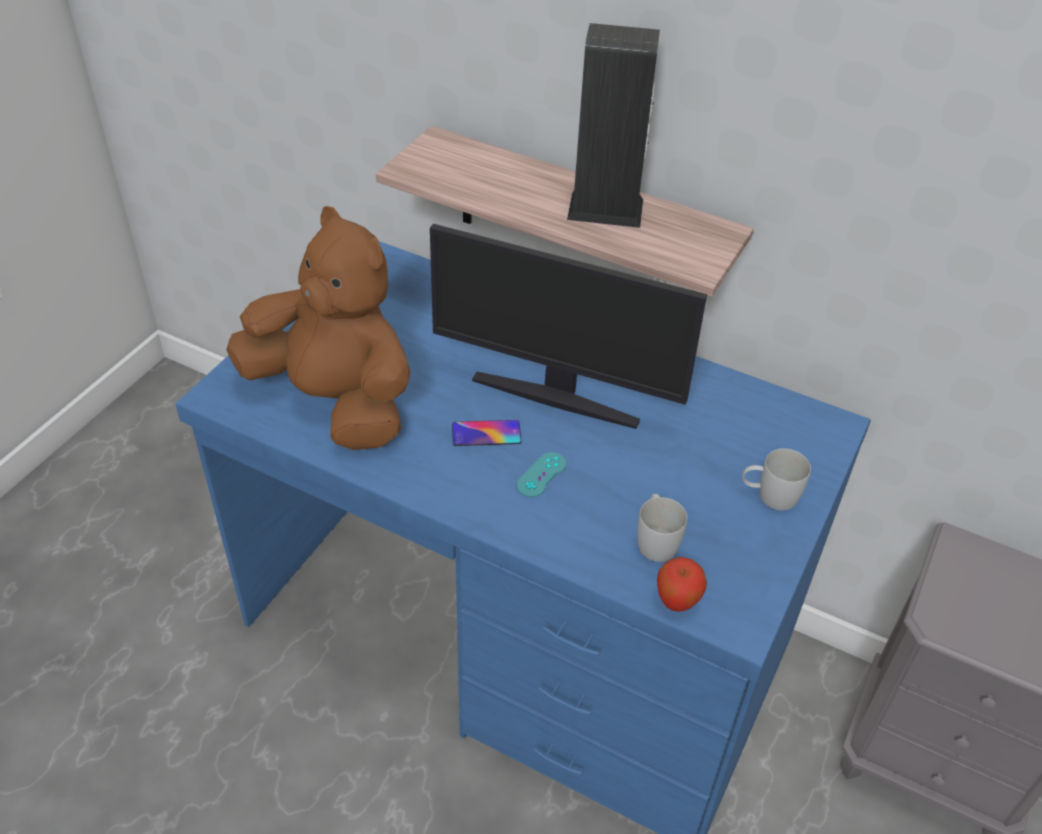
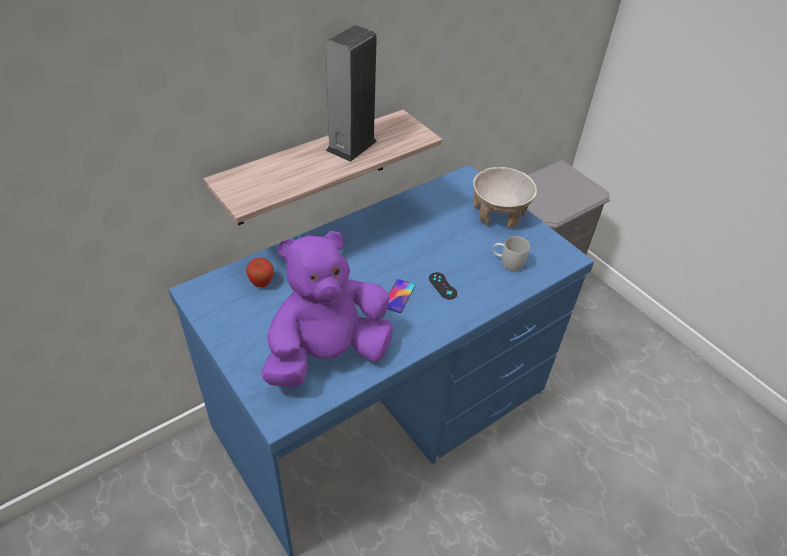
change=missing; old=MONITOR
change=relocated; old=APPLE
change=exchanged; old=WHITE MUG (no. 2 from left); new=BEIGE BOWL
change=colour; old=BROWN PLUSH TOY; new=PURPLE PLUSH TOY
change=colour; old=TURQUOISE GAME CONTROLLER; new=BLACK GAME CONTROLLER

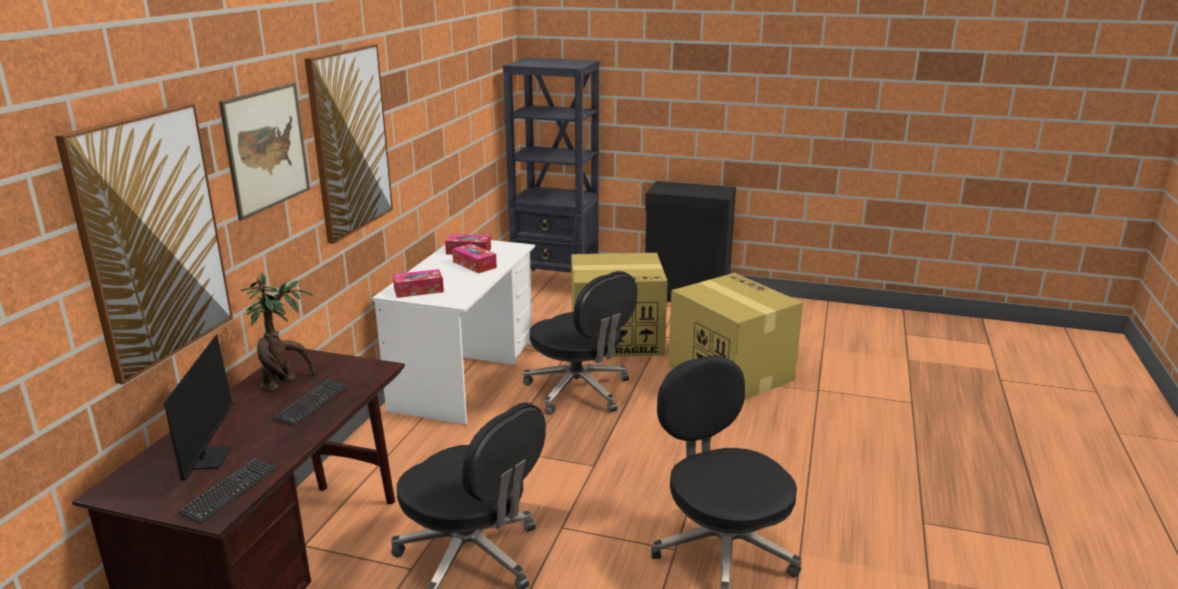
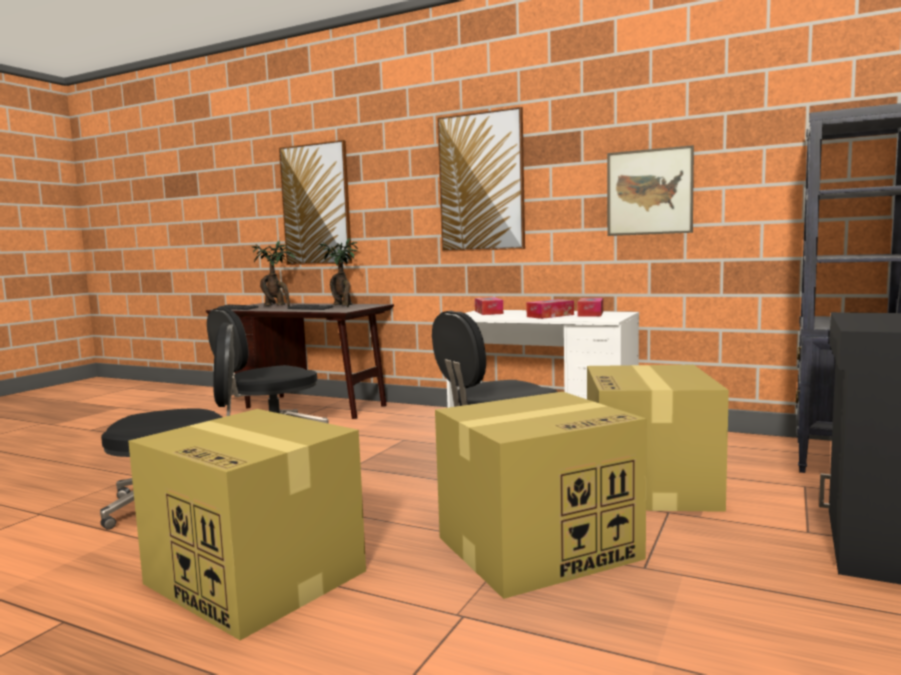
change=appeared; new=CARDBOARD BOX (no. 1 from left)
change=relocated; old=PICTURE (no. 2 from left in the first image); new=PICTURE (no. 3 from left)
change=exchanged; old=MONITOR; new=POTTED PLANT (no. 1 from left)

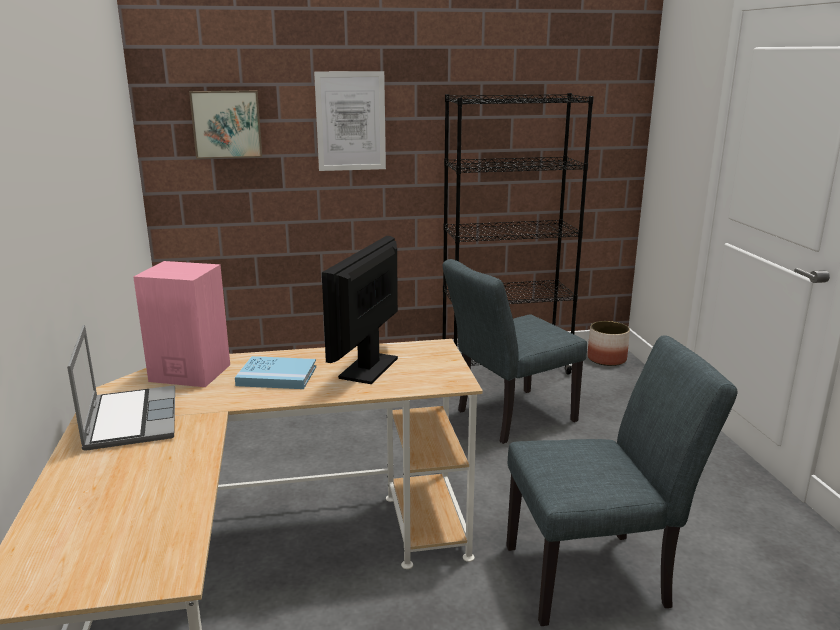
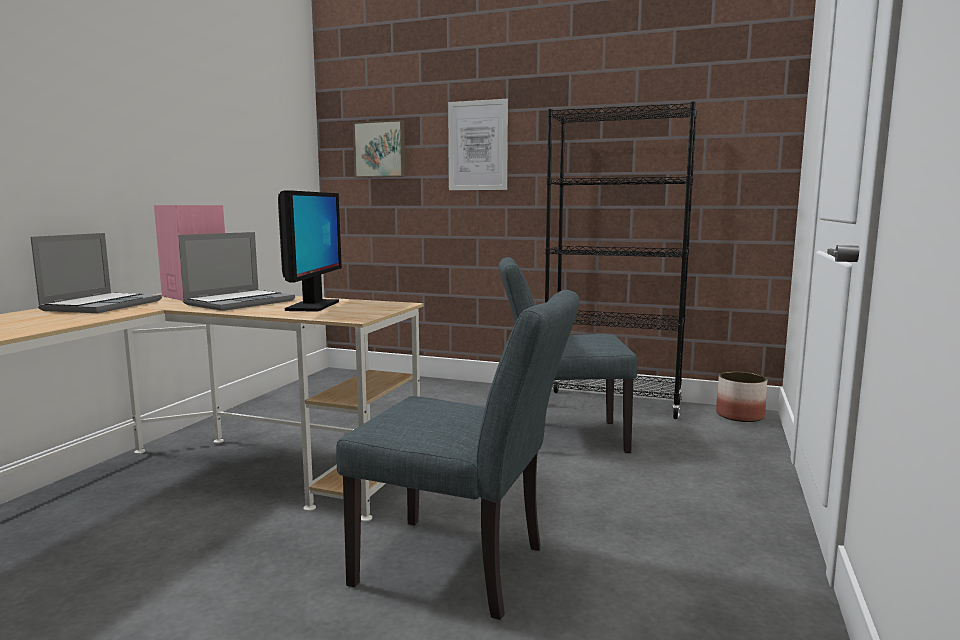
change=exchanged; old=BLUE BOOK; new=LAPTOP (no. 2 from left)
change=spun; old=MONITOR; degrees=135

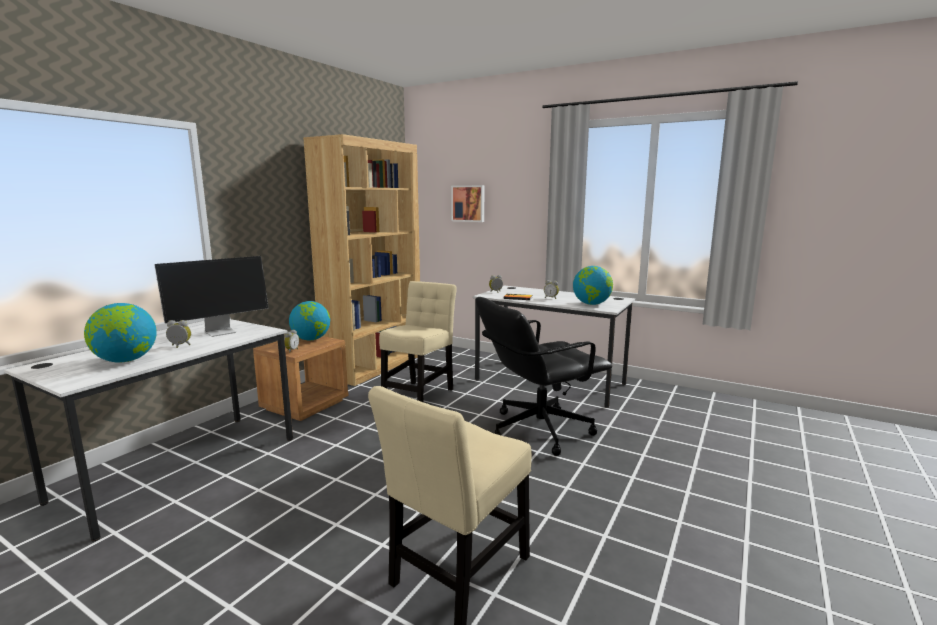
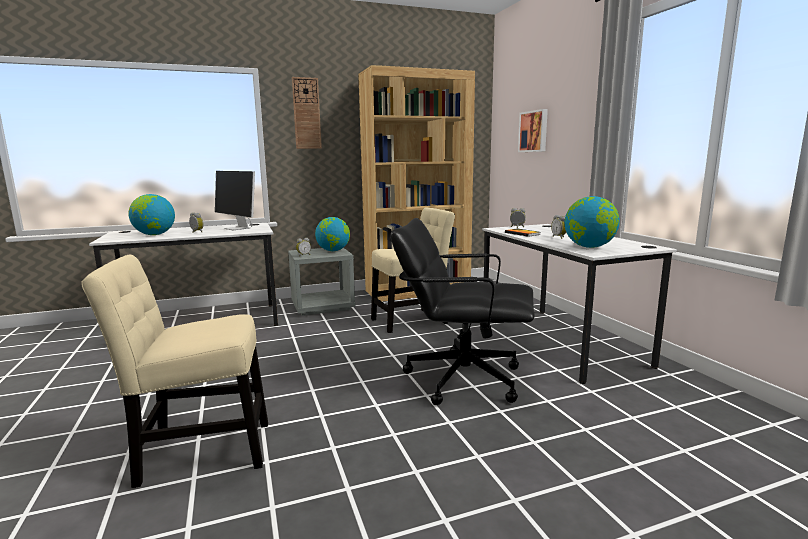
change=appeared; new=WALL CLOCK
change=colour; old=BROWN NIGHTSTAND; new=GREY NIGHTSTAND
change=spun; old=MONITOR; degrees=45

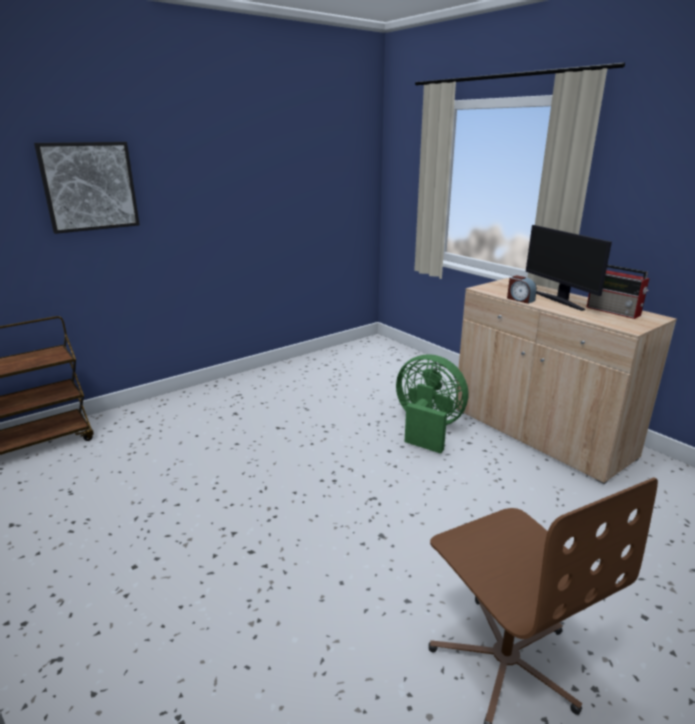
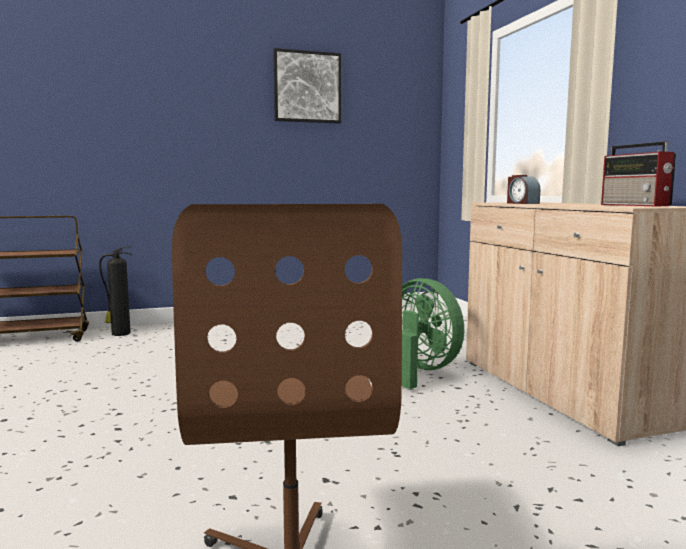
change=missing; old=MONITOR
change=appeared; new=FIRE EXTINGUISHER
change=relocated; old=PICTURE

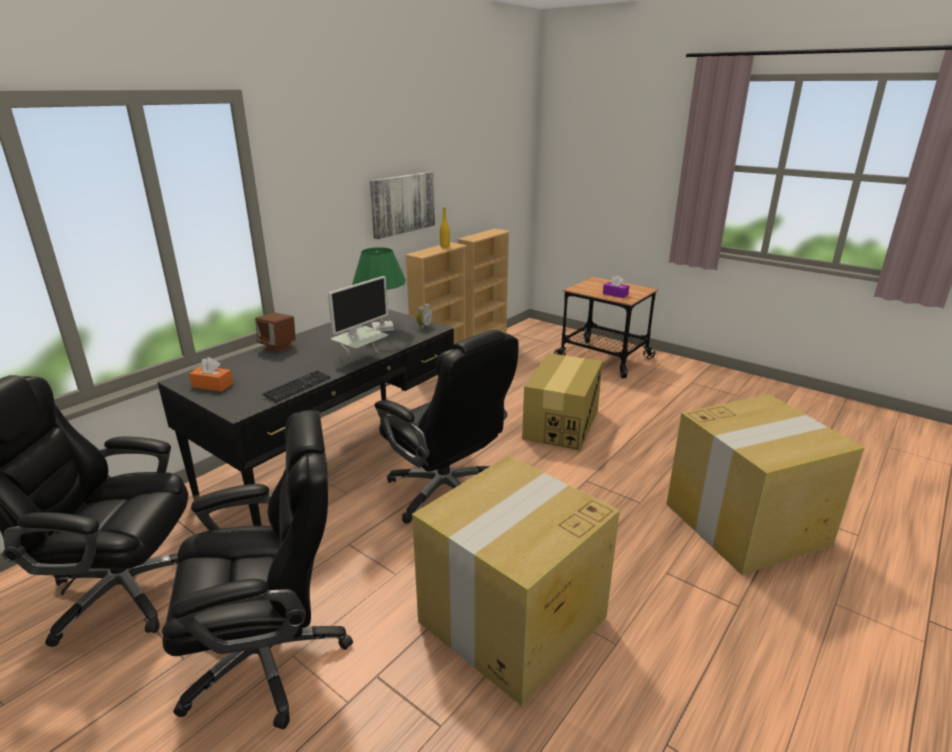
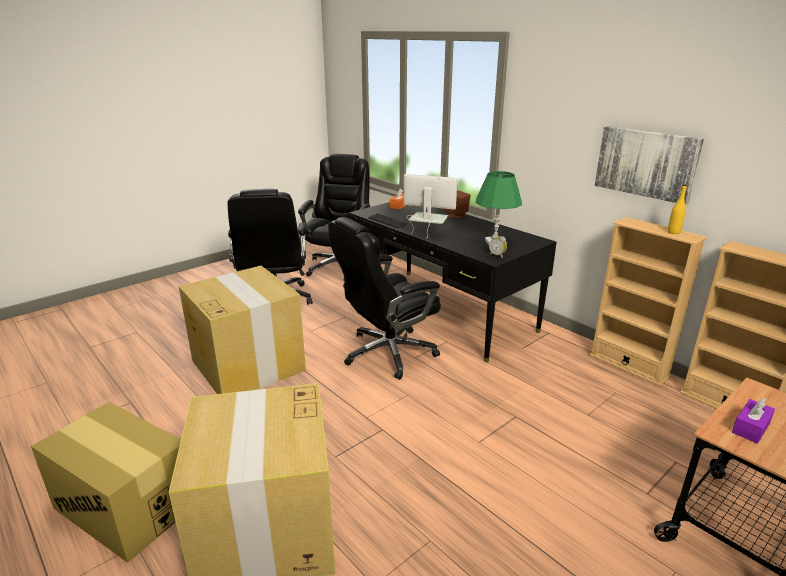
change=relocated; old=CARDBOARD BOX (no. 2 from left in the first image); new=CARDBOARD BOX (no. 1 from left)
change=spun; old=MONITOR; degrees=150

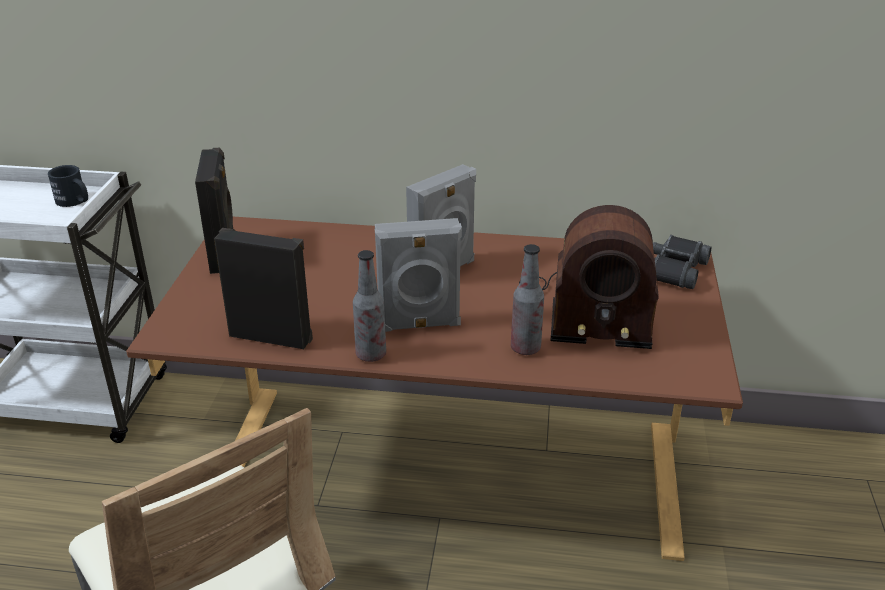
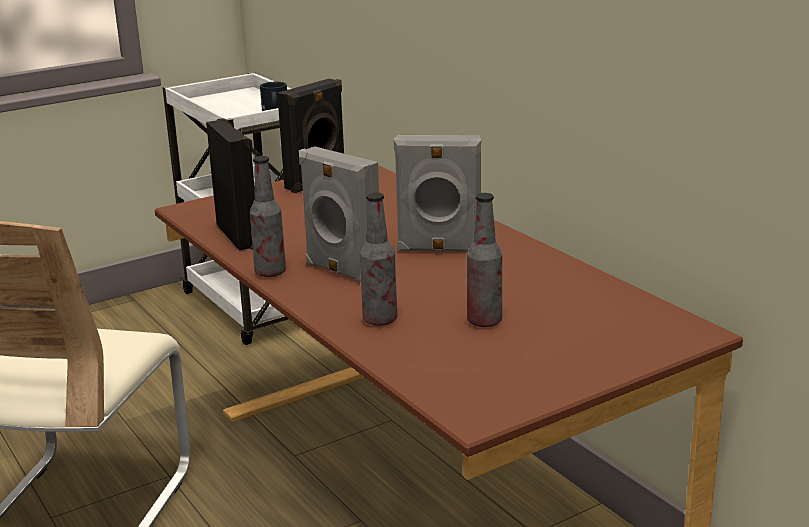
change=missing; old=BLACK BINOCULARS
change=exchanged; old=RADIO; new=BOTTLE (no. 3 from left)

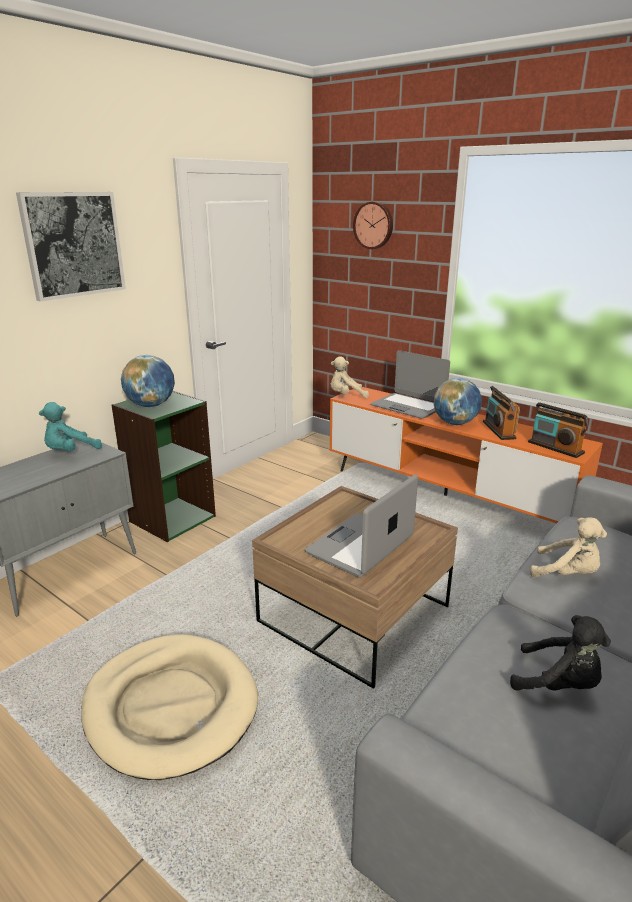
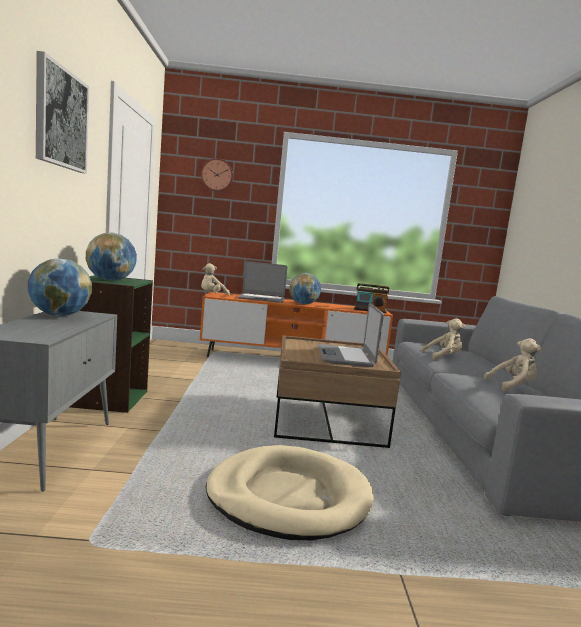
change=missing; old=RADIO (no. 1 from left)
change=exchanged; old=TURQUOISE PLUSH TOY; new=GLOBE (no. 1 from left)
change=colour; old=BLACK PLUSH TOY; new=BEIGE PLUSH TOY (no. 3 from left)

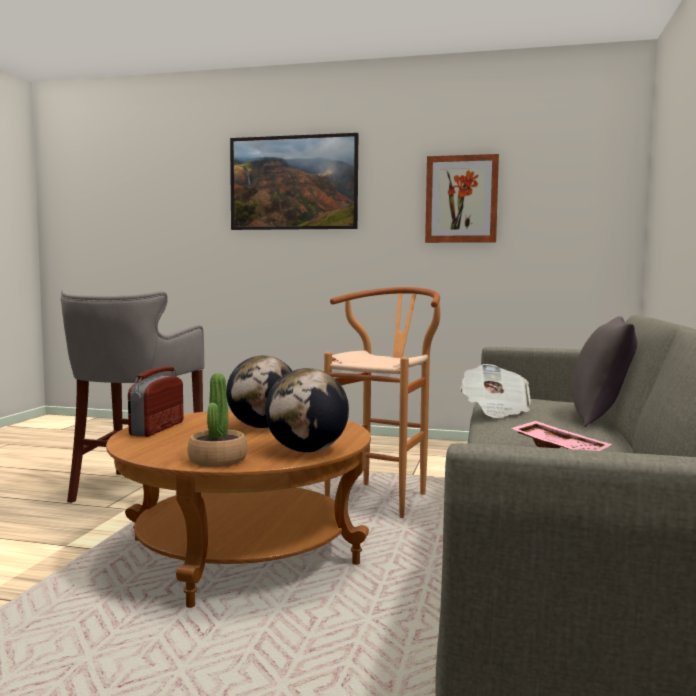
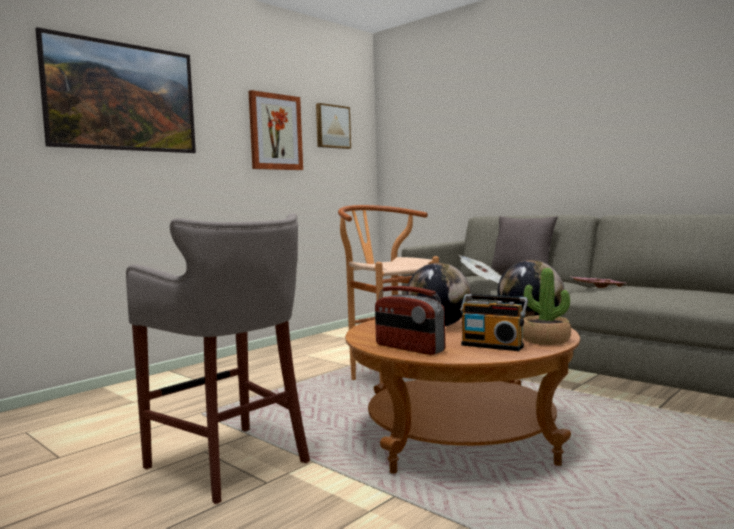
change=appeared; new=PICTURE (no. 3 from left)
change=appeared; new=RADIO (no. 2 from left)

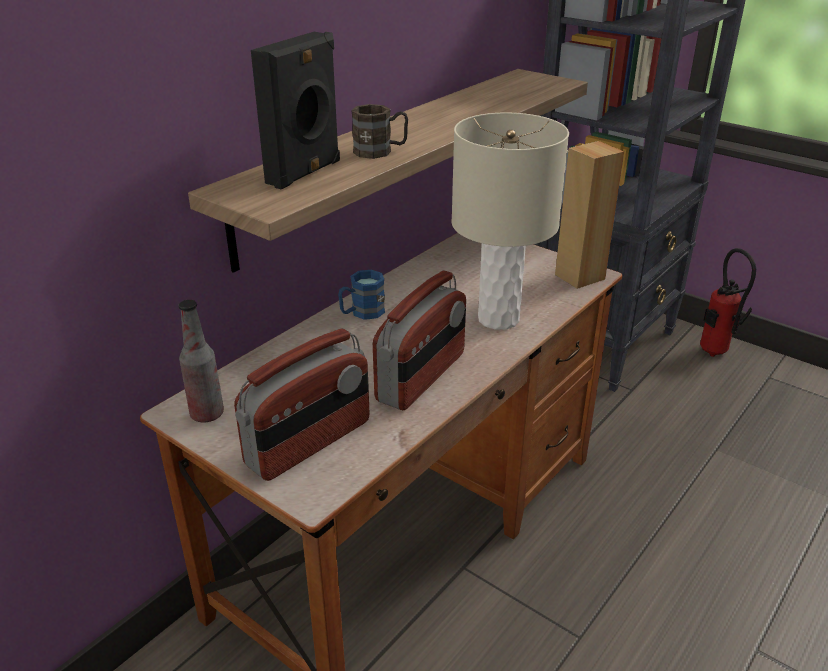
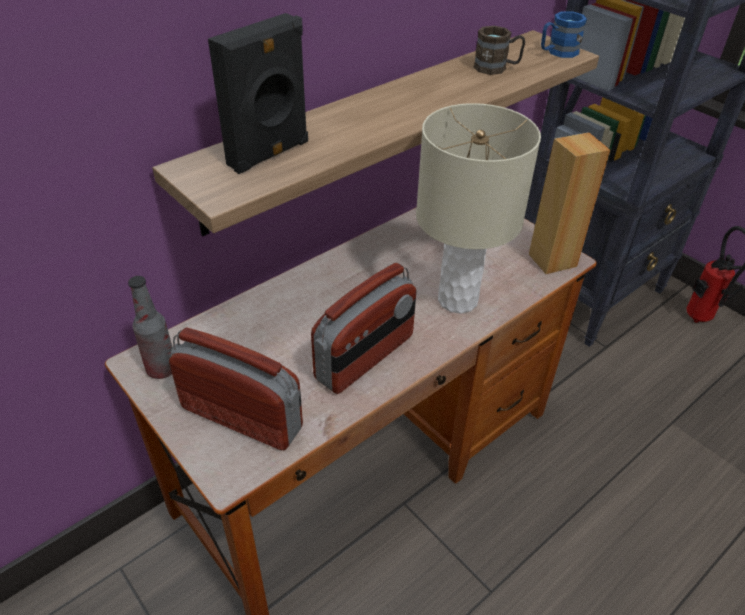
change=relocated; old=BLUE MUG
change=relocated; old=BROWN MUG
change=spun; old=RADIO (no. 1 from left); degrees=-120

